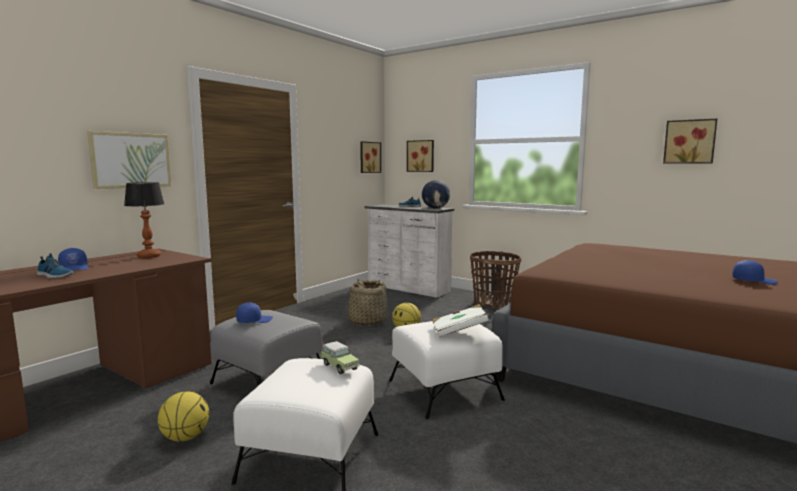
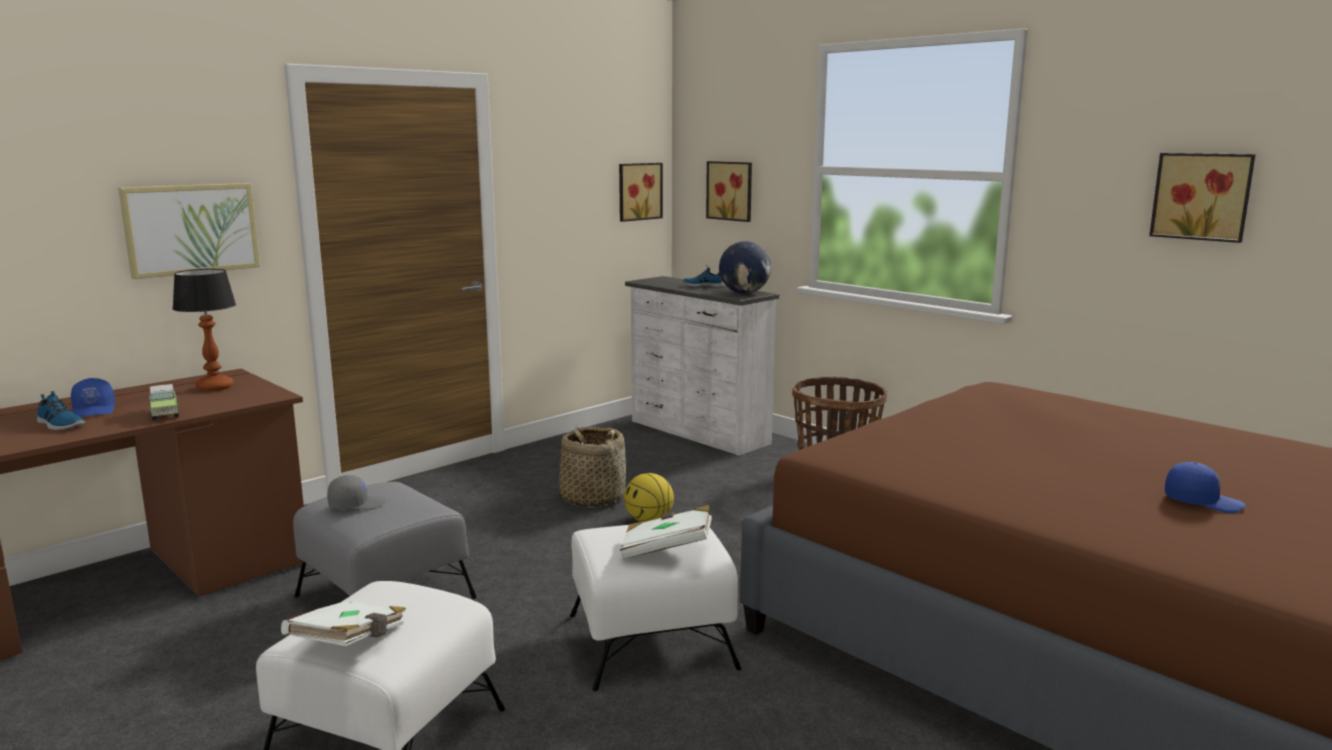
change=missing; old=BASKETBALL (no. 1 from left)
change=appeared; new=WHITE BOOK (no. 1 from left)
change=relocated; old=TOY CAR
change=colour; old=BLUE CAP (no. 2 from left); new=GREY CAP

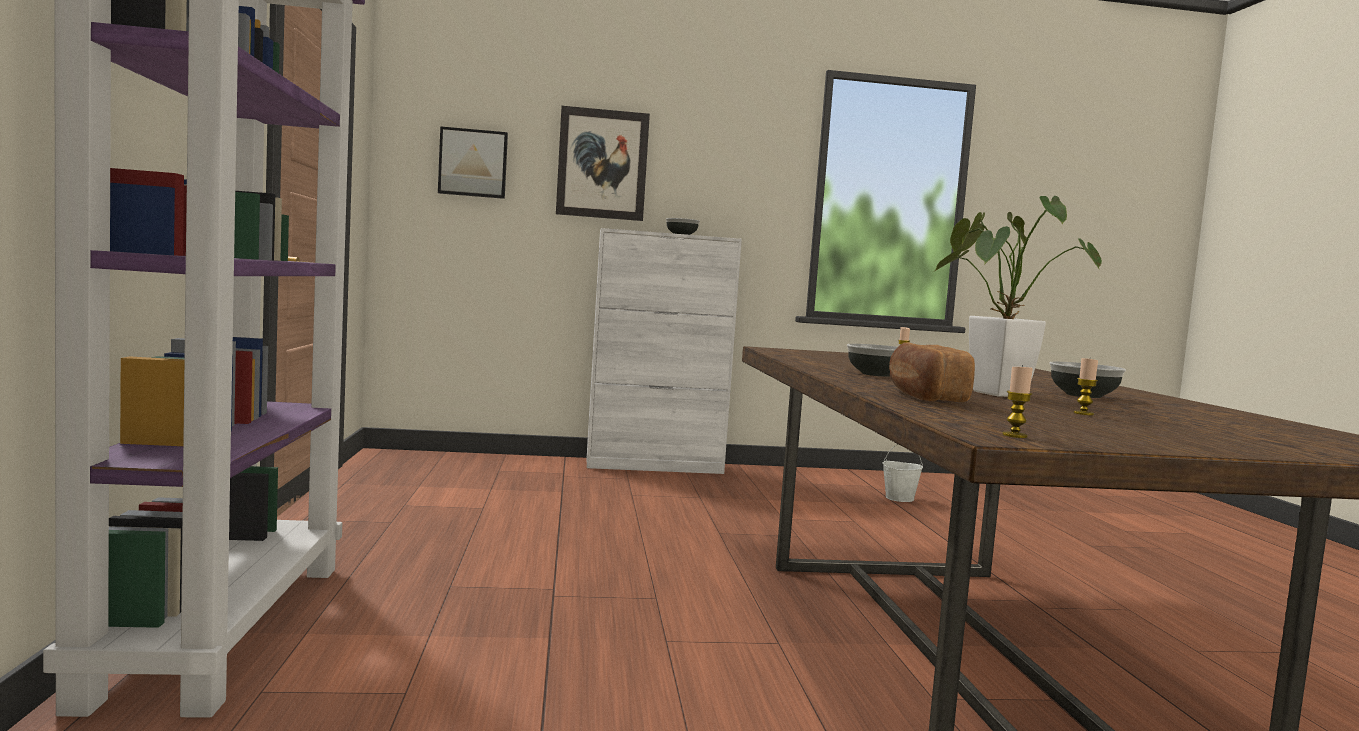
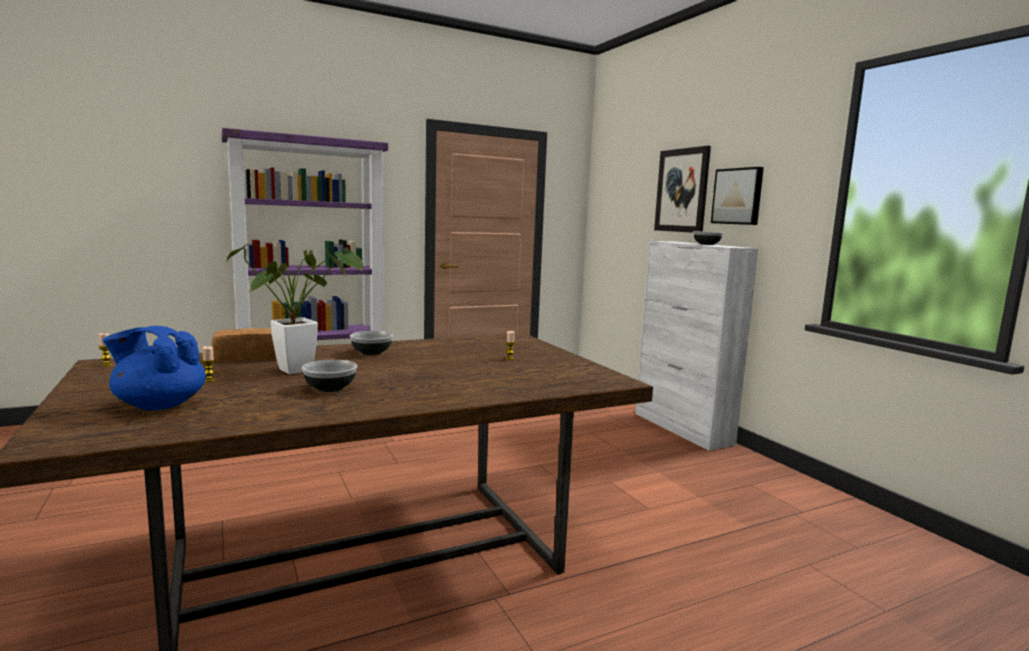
change=missing; old=WHITE BUCKET
change=appeared; new=BLUE TEAPOT
change=relocated; old=PICTURE (no. 1 from left in the first image); new=PICTURE (no. 2 from left)

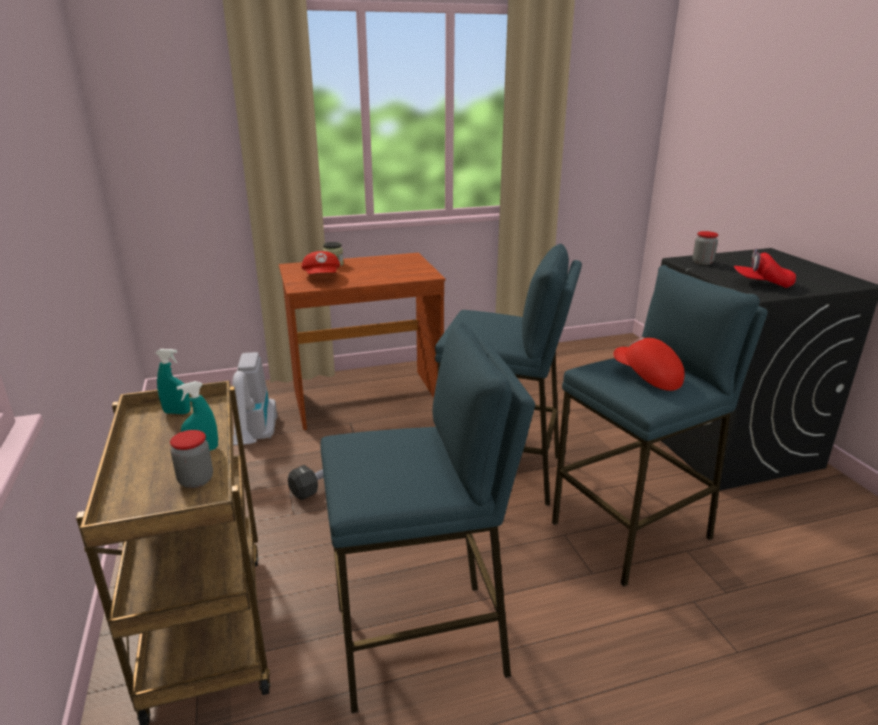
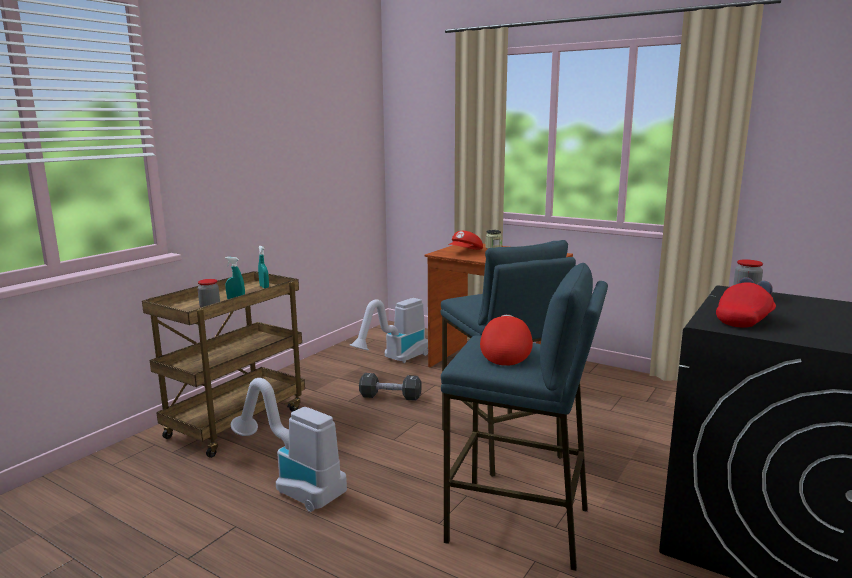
change=exchanged; old=BLUE STOOL (no. 1 from left); new=VACUUM CLEANER (no. 1 from left)
change=spun; old=RED CAP (no. 3 from left); degrees=75

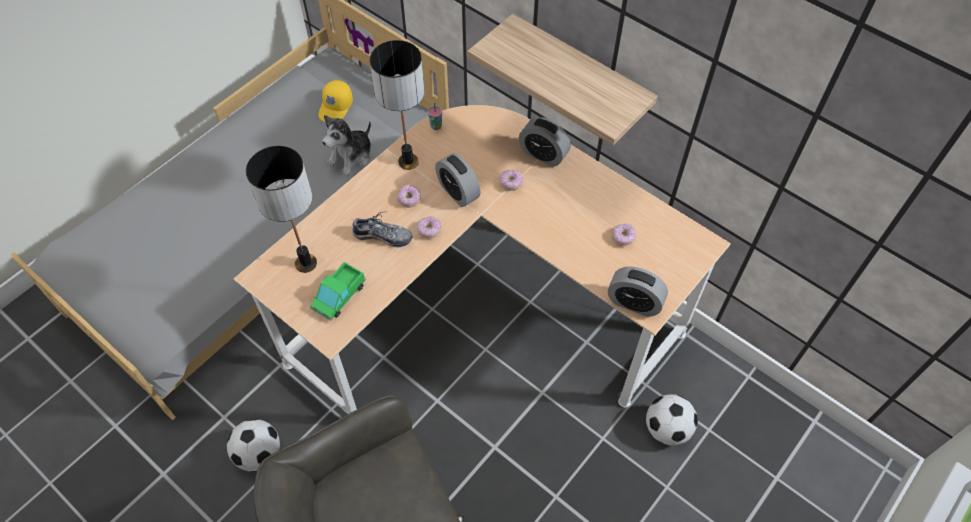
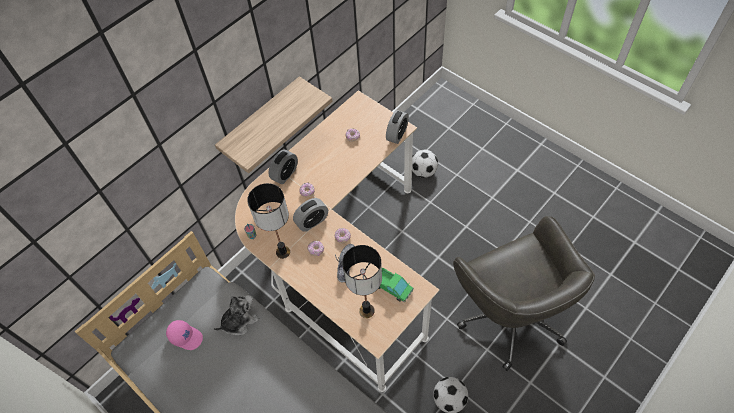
change=colour; old=YELLOW CAP; new=PINK CAP
change=spun; old=PLUSH TOY; degrees=-75

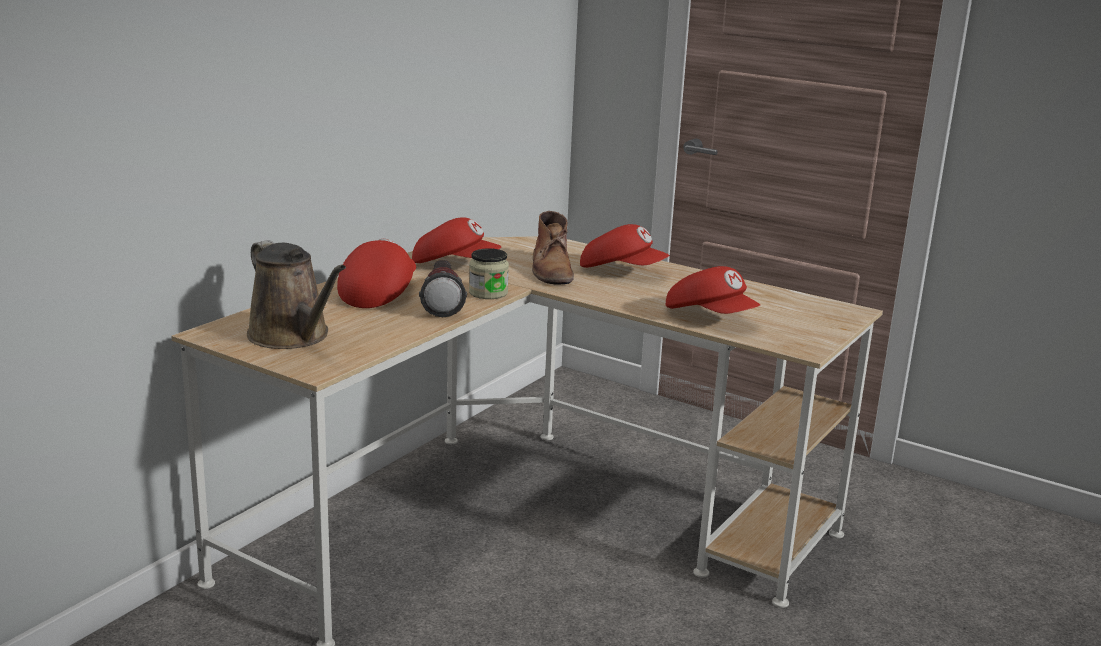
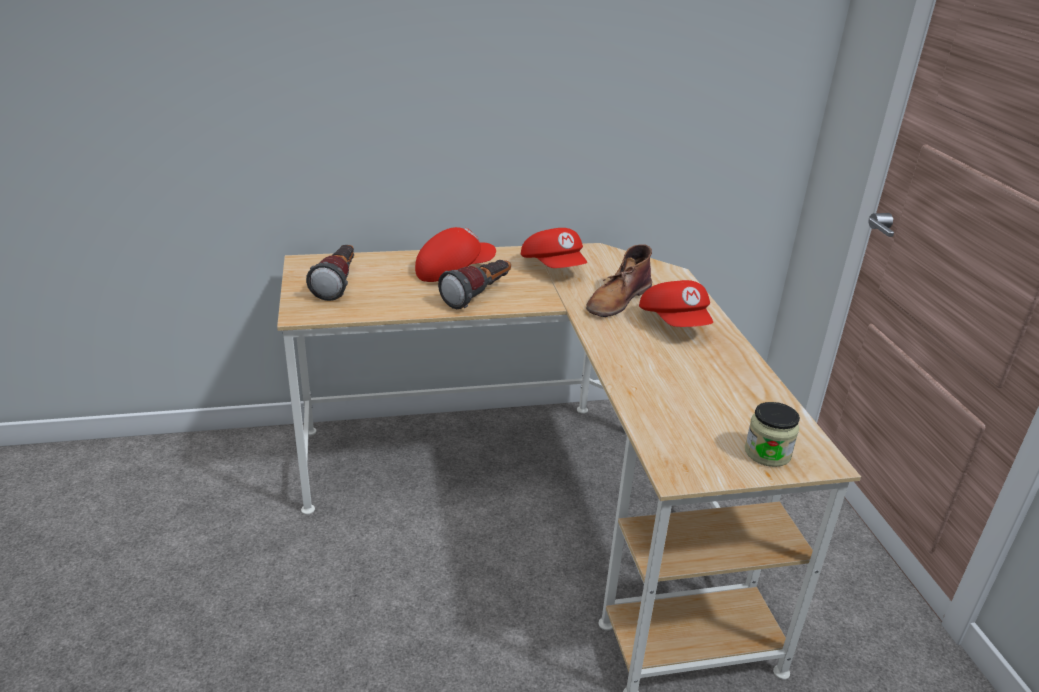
change=missing; old=RED CAP (no. 4 from left)
change=relocated; old=JAR
change=exchanged; old=BROWN WATERING CAN; new=FLASHLIGHT (no. 1 from left)

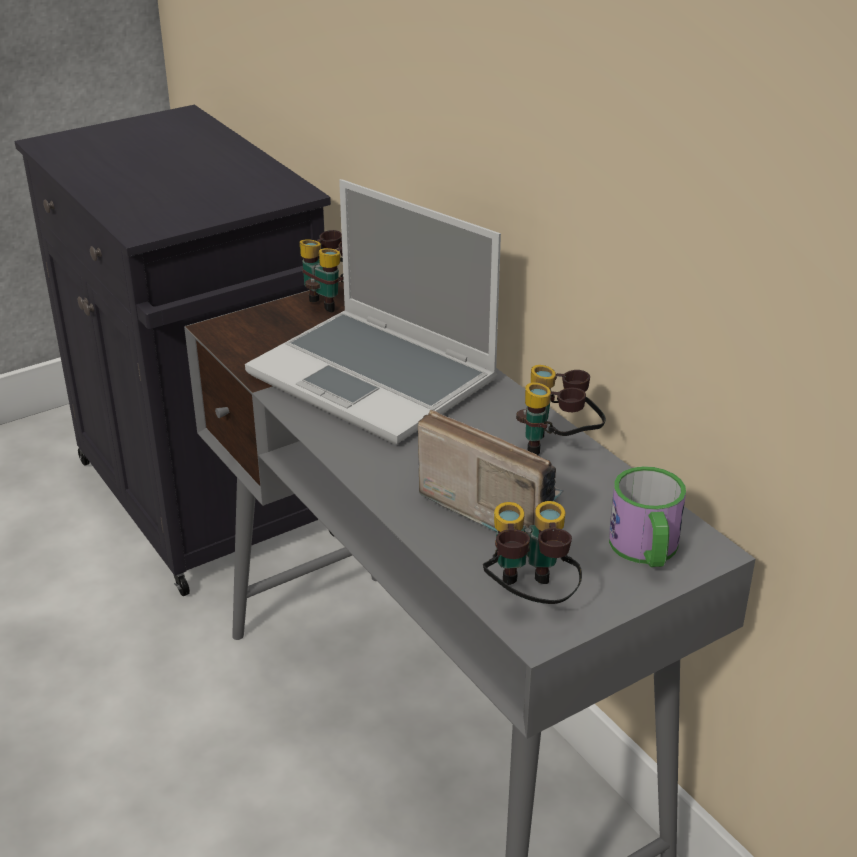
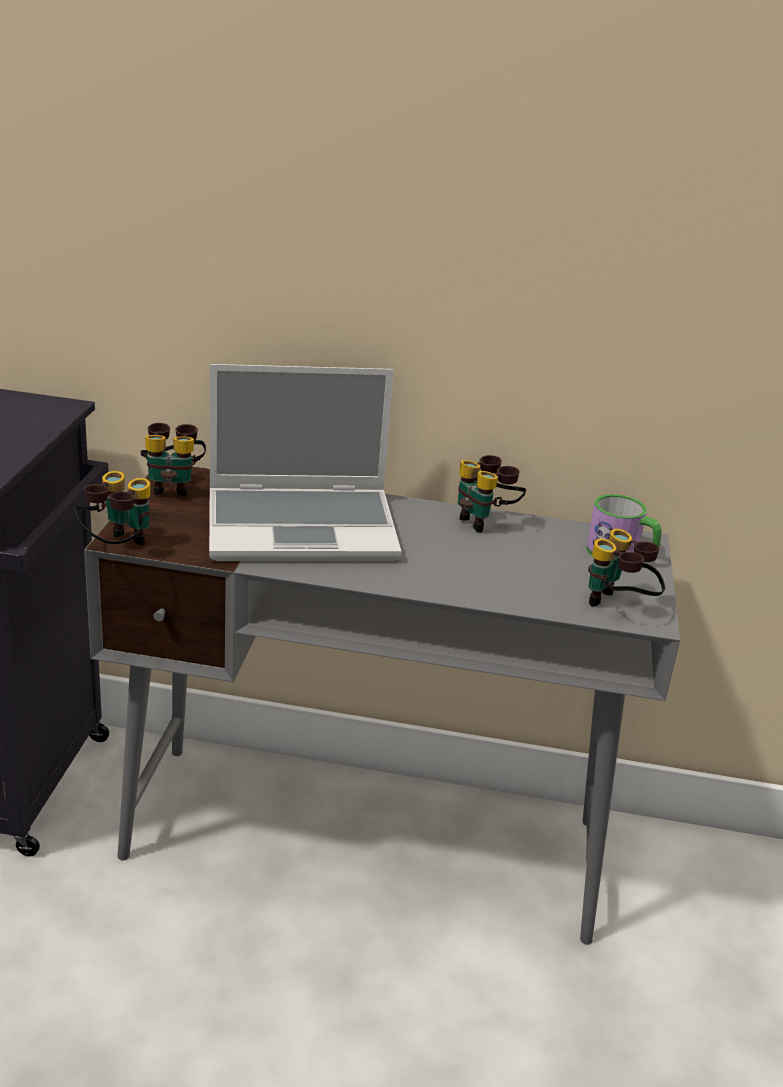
change=missing; old=RADIO
change=appeared; new=BINOCULARS (no. 1 from left)

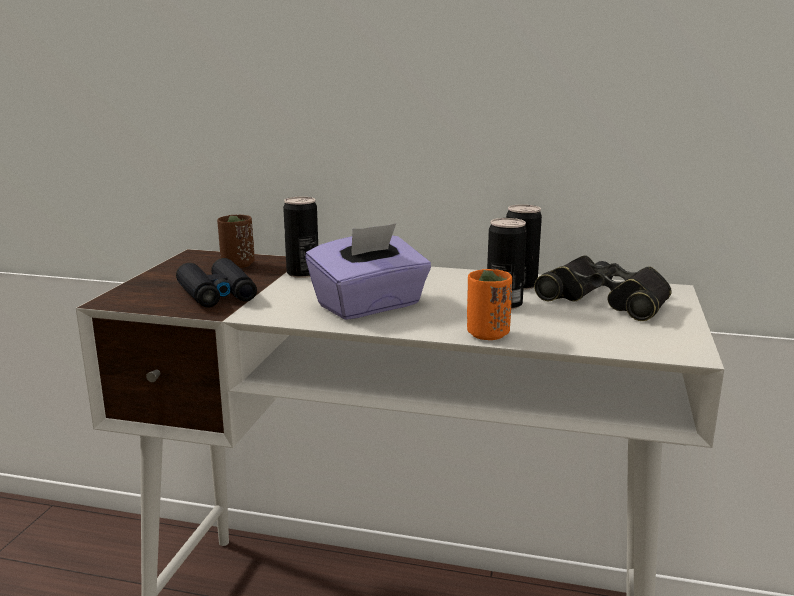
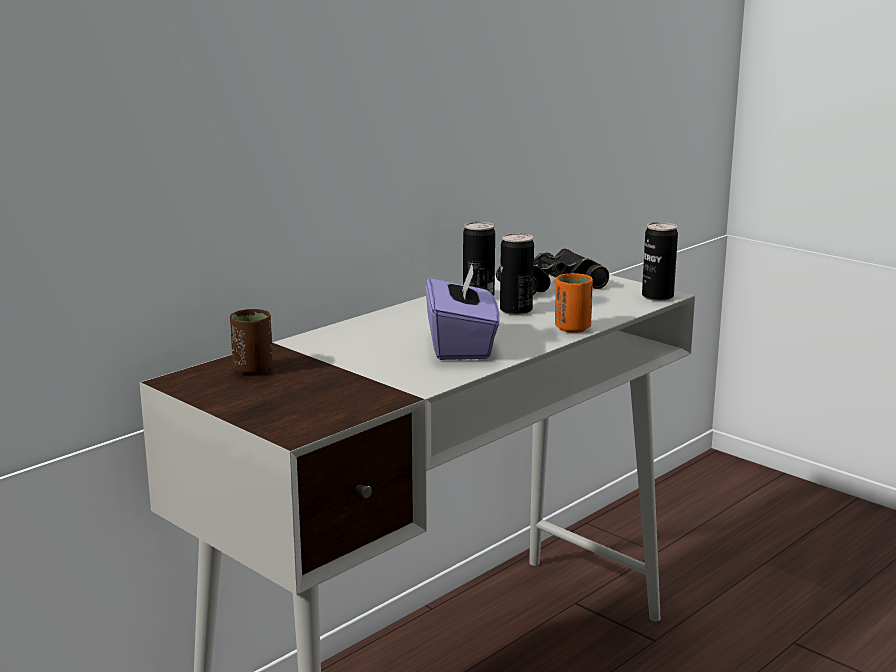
change=missing; old=BLACK BINOCULARS (no. 1 from left)
change=relocated; old=CAN (no. 1 from left in the first image); new=CAN (no. 3 from left)

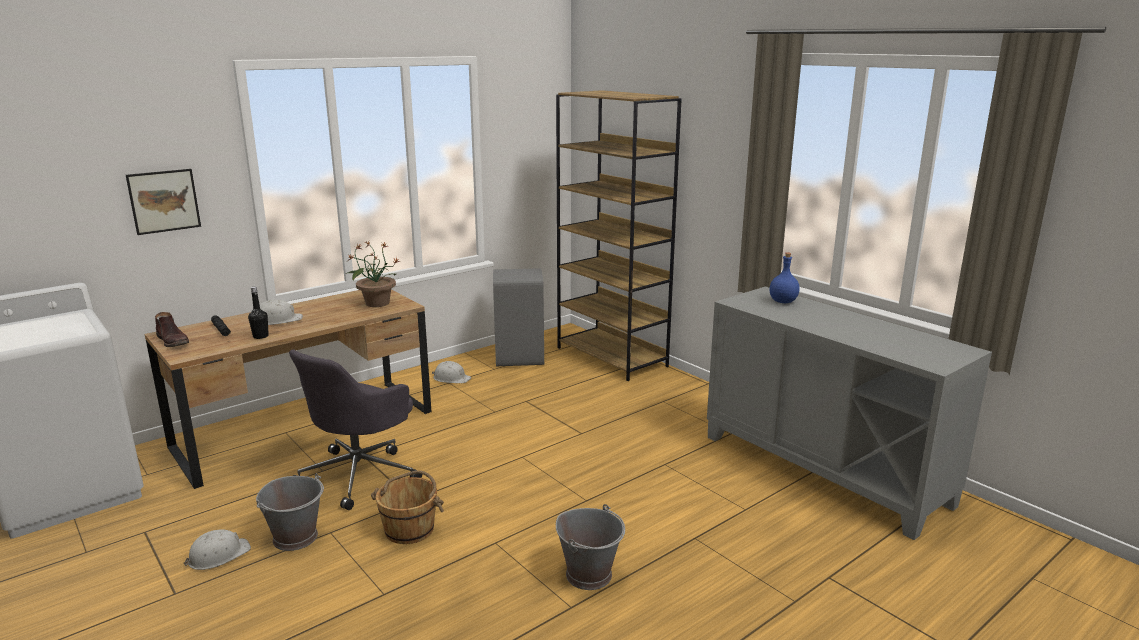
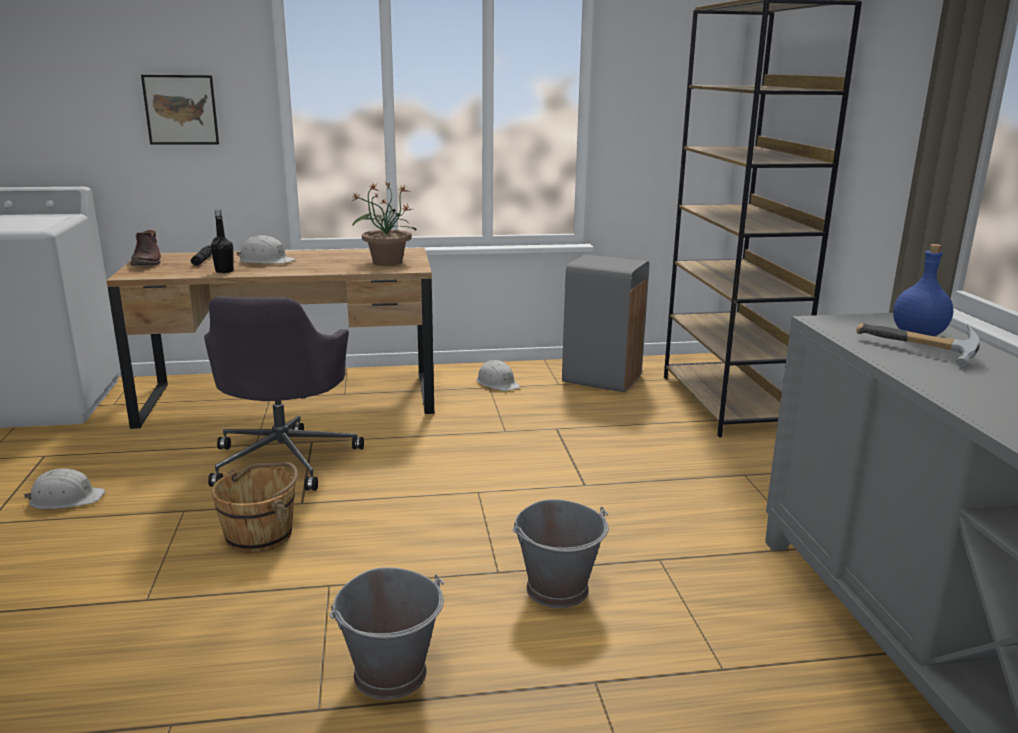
change=appeared; new=HAMMER
change=relocated; old=GREY BUCKET (no. 1 from left in the first image); new=GREY BUCKET (no. 2 from left)
change=spun; old=GREY OFFICE CHAIR; degrees=-60

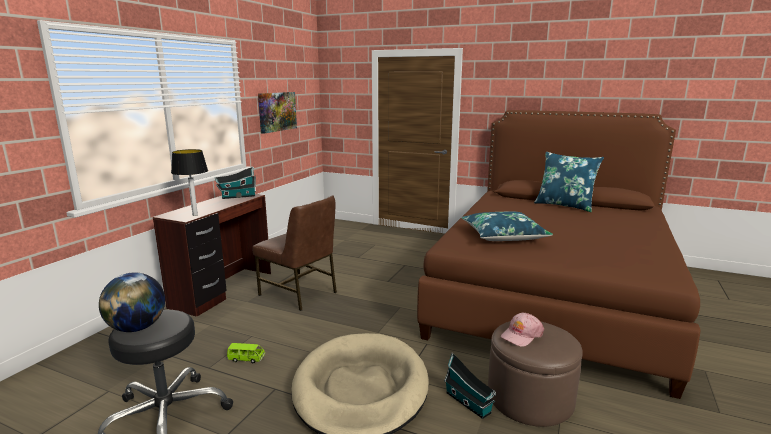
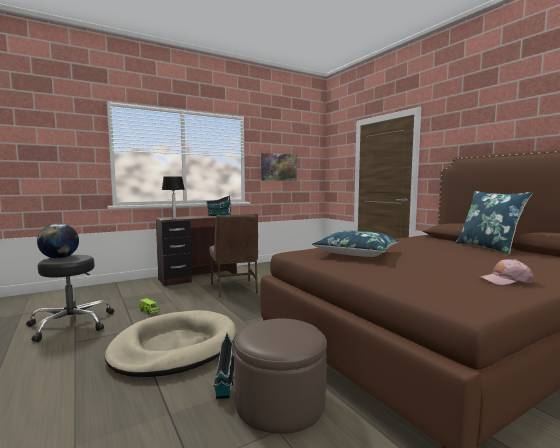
change=relocated; old=PINK CAP

